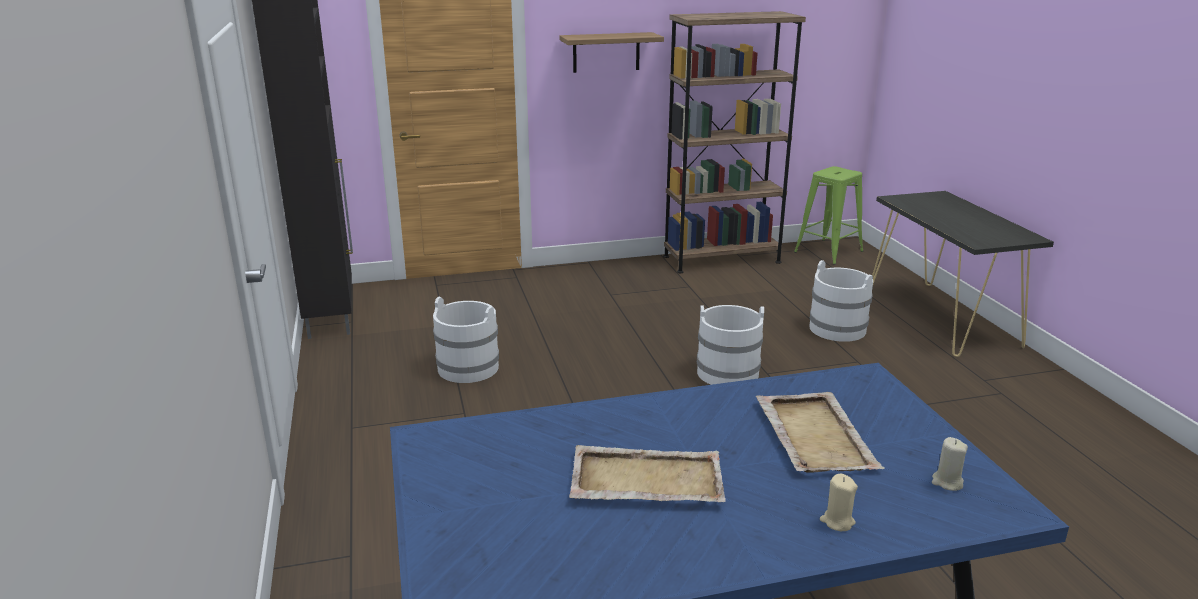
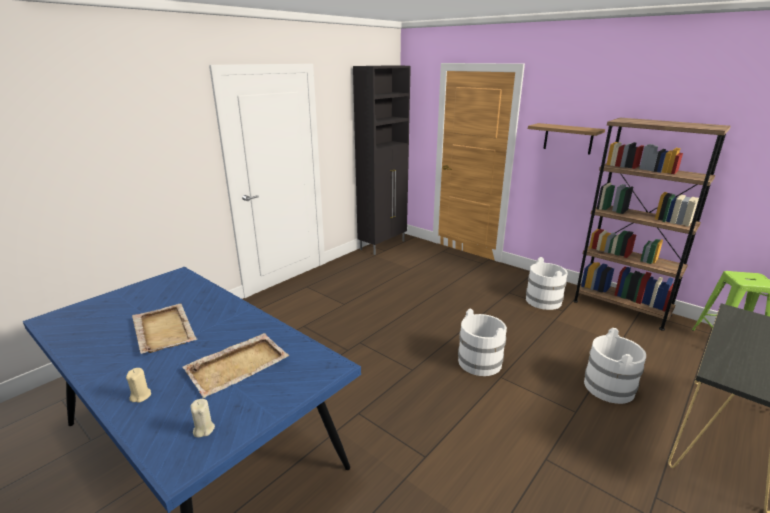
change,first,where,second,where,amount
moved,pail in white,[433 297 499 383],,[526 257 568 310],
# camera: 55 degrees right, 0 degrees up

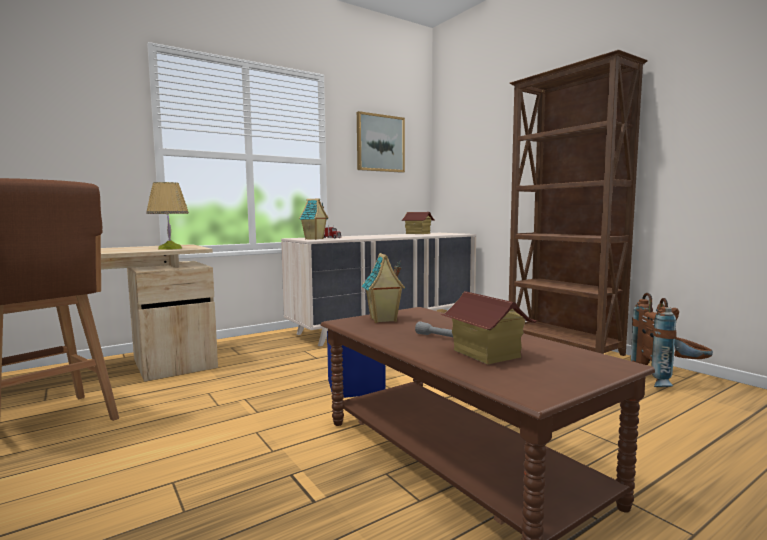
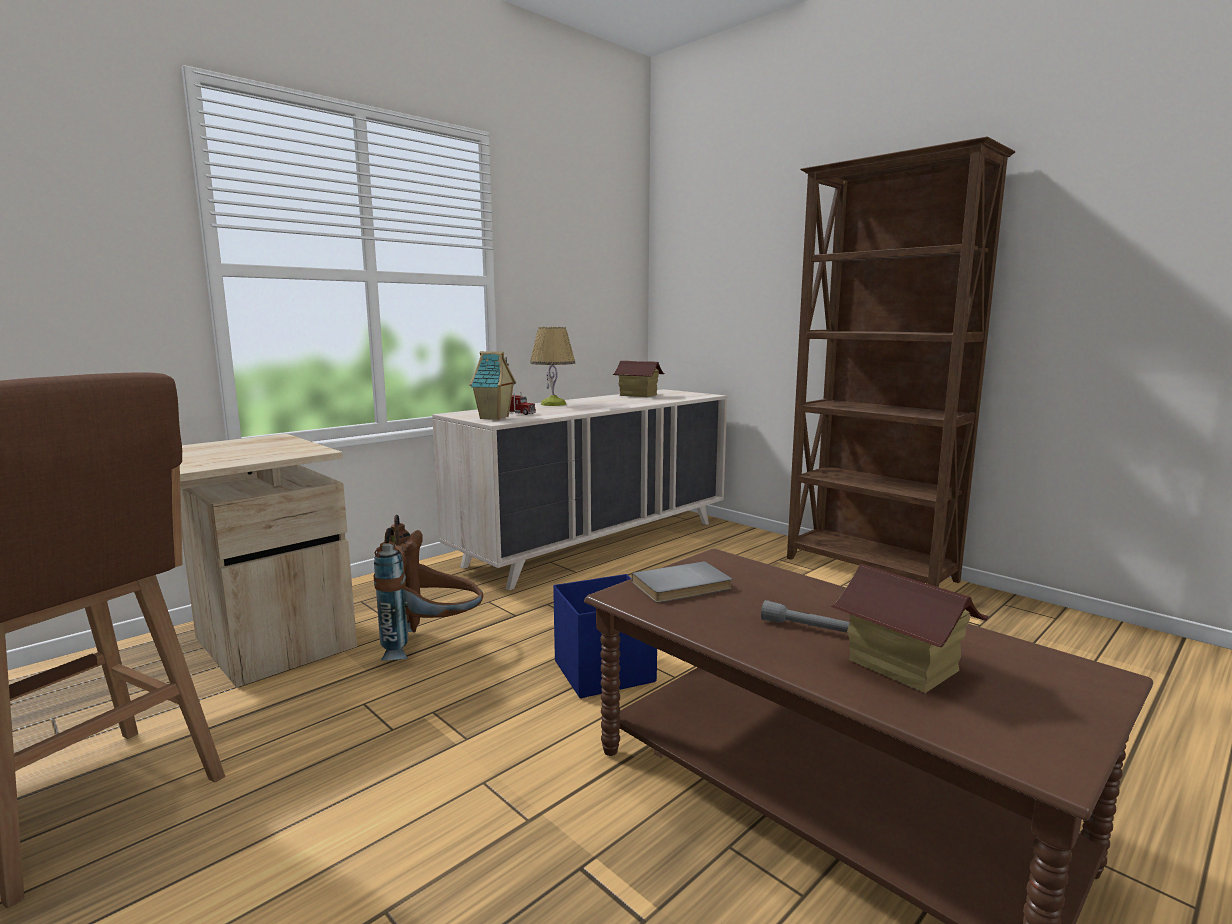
change,first,where,second,where,amount
moved,rucksack in brownish,[631 293 713 387],,[373 515 483 661],
moved,lamp for a table,[146 182 189 250],,[530 327 575 406],
replaced,toy house,[362 253 406 323],book in grey,[631 561 732 603],
removed,wall art,[357 111 405 173],,,
# camera: 10 degrees left, 5 degrees up

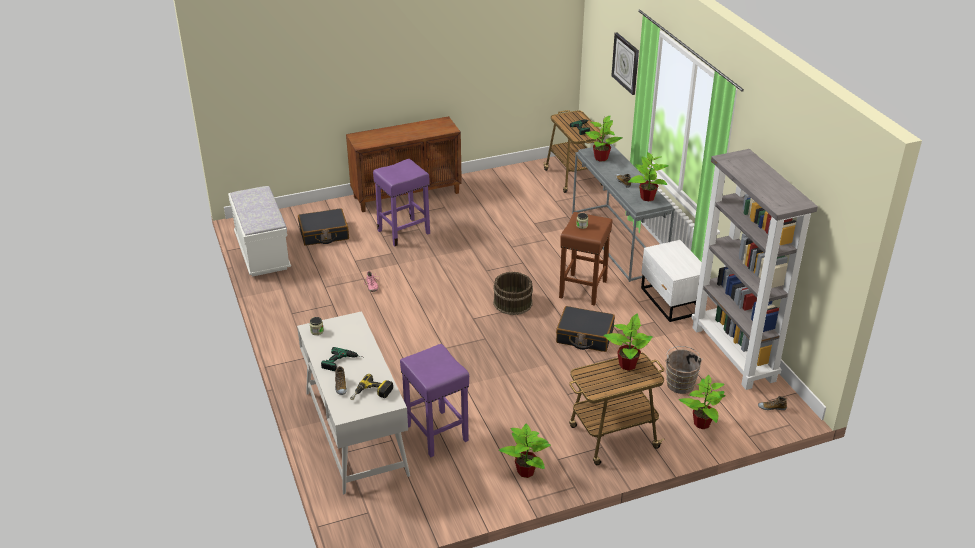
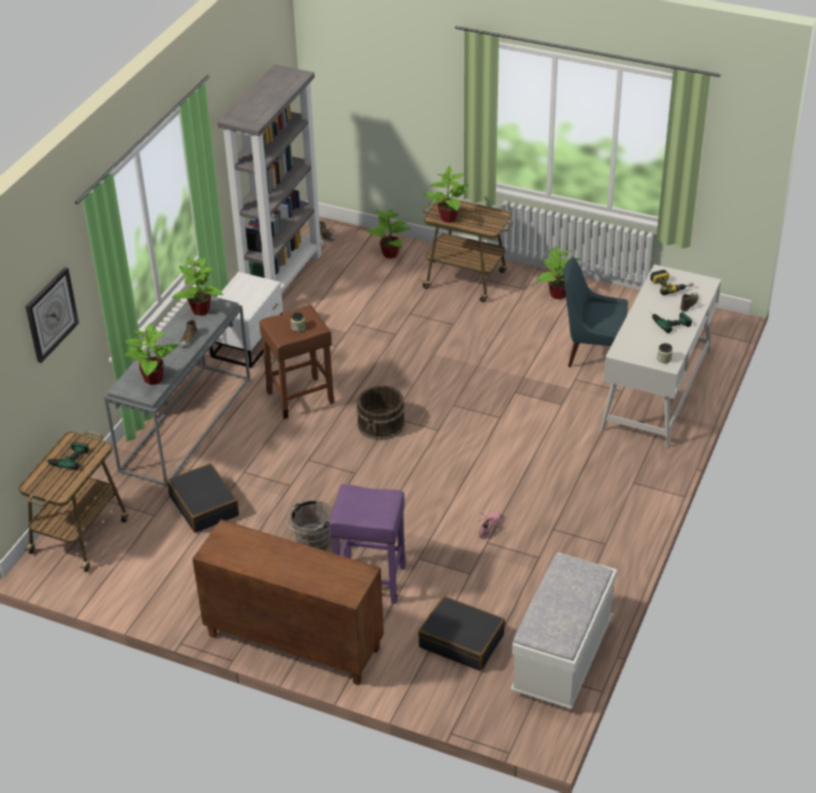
change,first,where,second,where,amount
moved,piece of luggage in black-coloured,[556 306 615 352],,[167 463 239 533],
moved,pail in brownish,[665 346 703 394],,[286 500 333 550],
replaced,stool seat in purplish,[400 344 469 457],plain chair in bluish,[563 257 628 367],
# camera: 135 degrees left, 5 degrees up

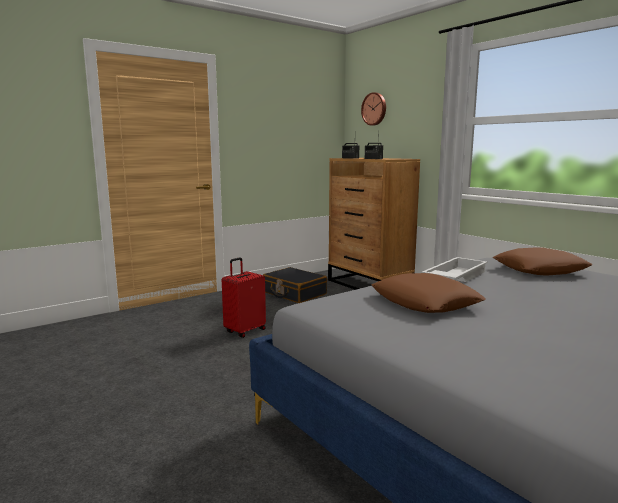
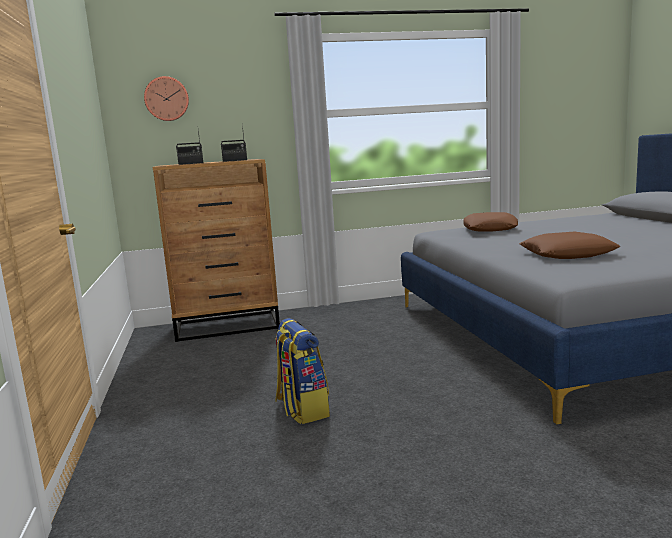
change,first,where,second,where,amount
replaced,piece of luggage in red-coloured,[222 257 266 338],rucksack,[275 318 330 424],
removed,piece of luggage in black-coloured,[263 267 327 303],,,
removed,serving tray in white,[422 257 488 282],,,
# camera: 65 degrees left, 0 degrees up

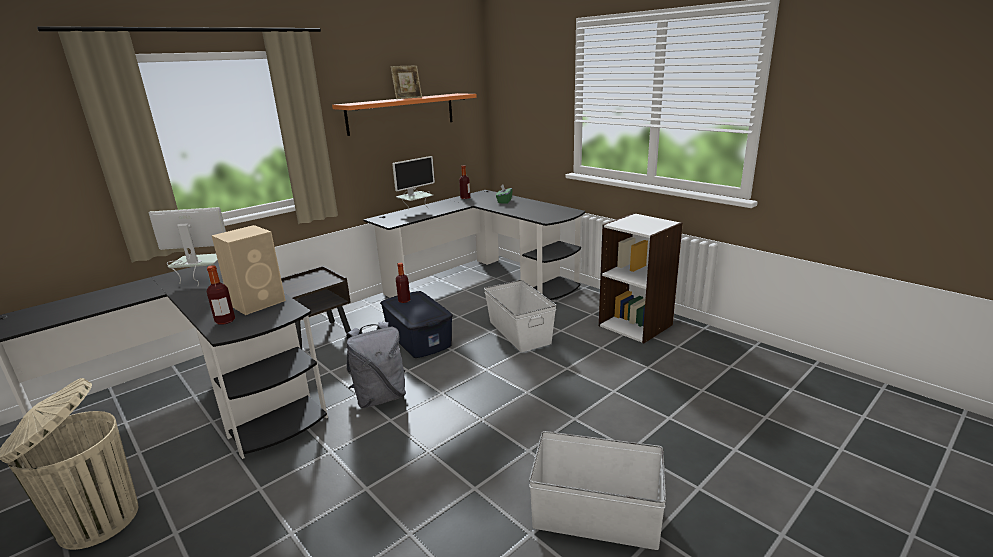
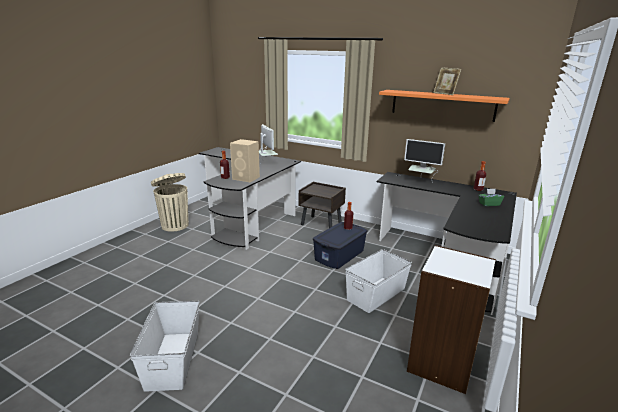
change,first,where,second,where,amount
removed,rucksack in grey,[346 322 406 408],,,
# camera: 70 degrees right, 0 degrees up

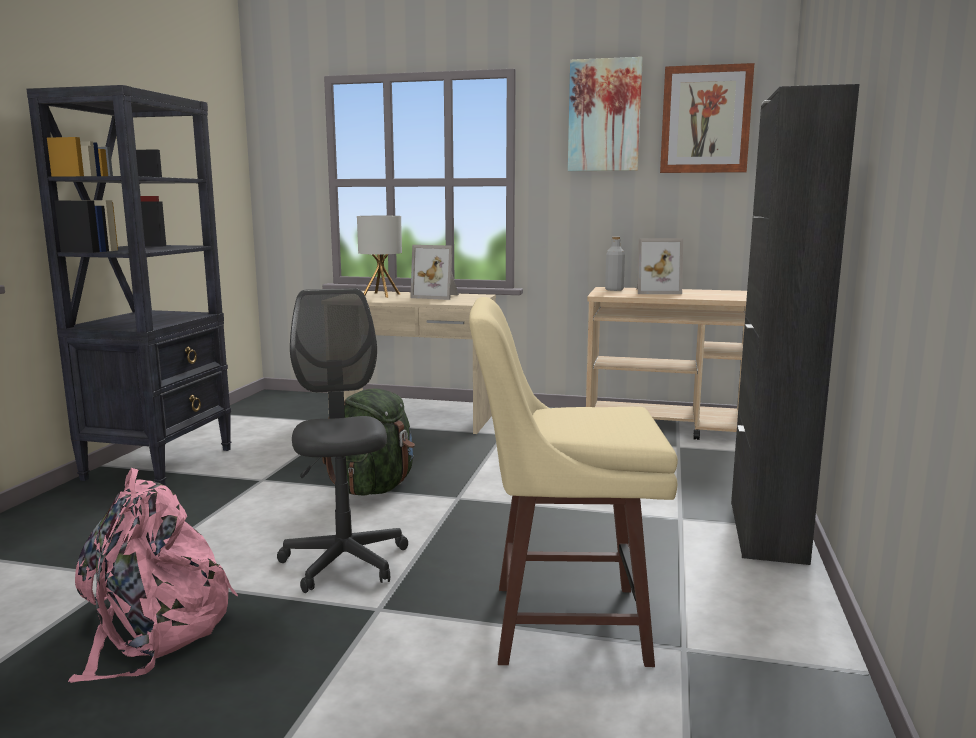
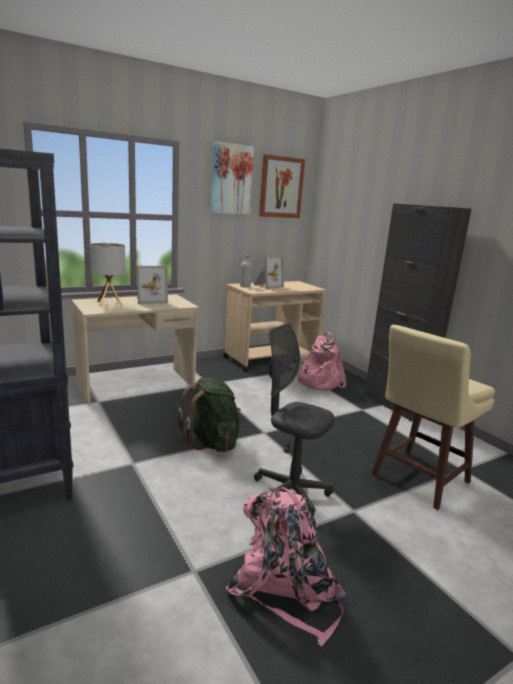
change,first,where,second,where,amount
added,,,rucksack in pink-coloured,[296 332 346 391],
# camera: 45 degrees left, 5 degrees up

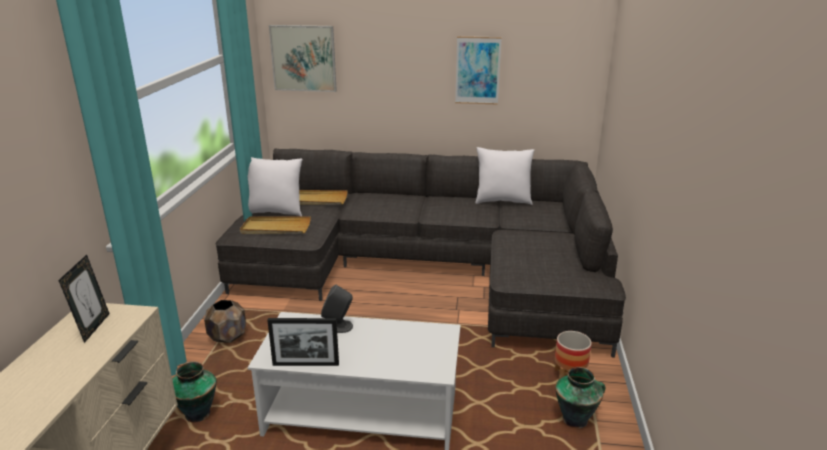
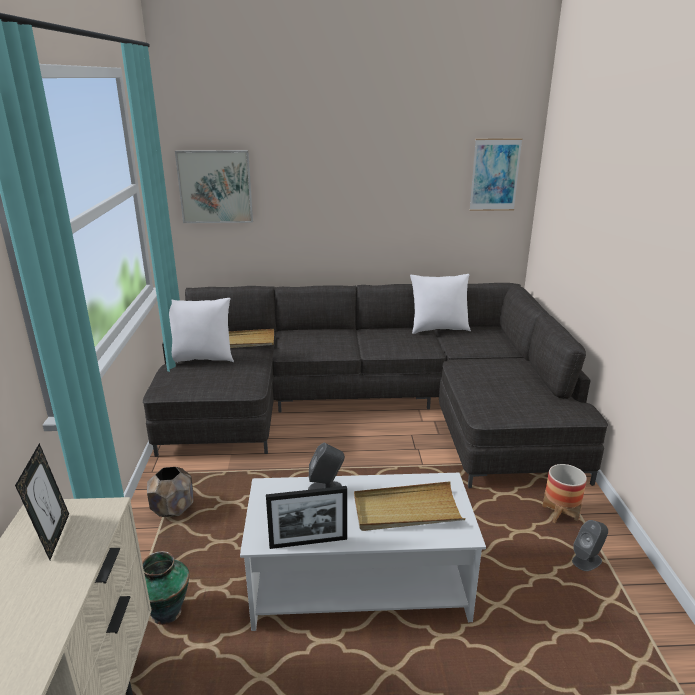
change,first,where,second,where,amount
moved,serving tray in beige-coloured,[240 216 311 234],,[354 481 466 531],
moved,wall art,[455 36 502 105],,[469 138 522 211],
replaced,decorative vase,[555 367 605 428],loudspeaker in grey,[572 520 608 571],
# camera: 10 degrees left, 0 degrees up

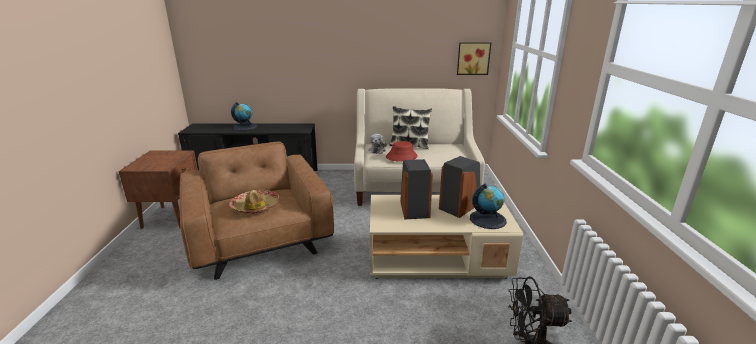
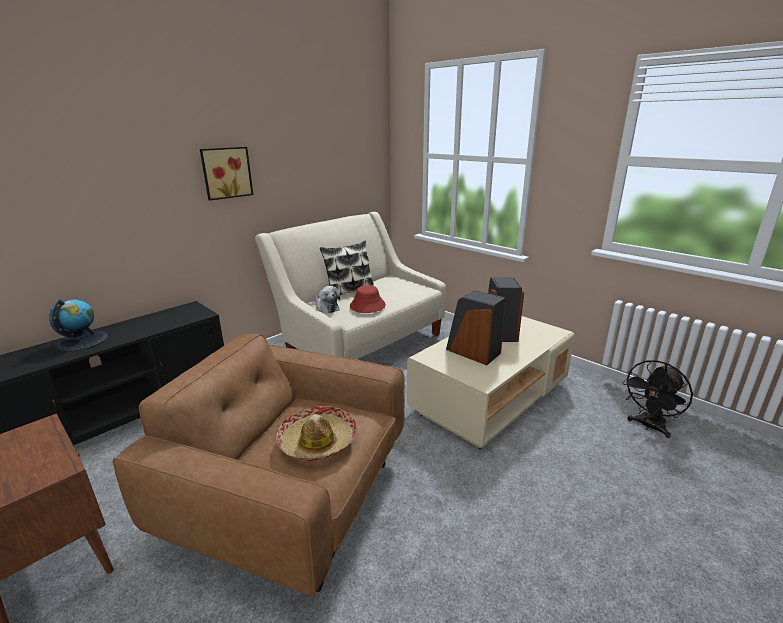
change,first,where,second,where,amount
moved,wall art,[457 42 491 75],,[200 147 253 201],
removed,desk globe,[470 183 507 229],,,
# camera: 45 degrees left, 0 degrees up

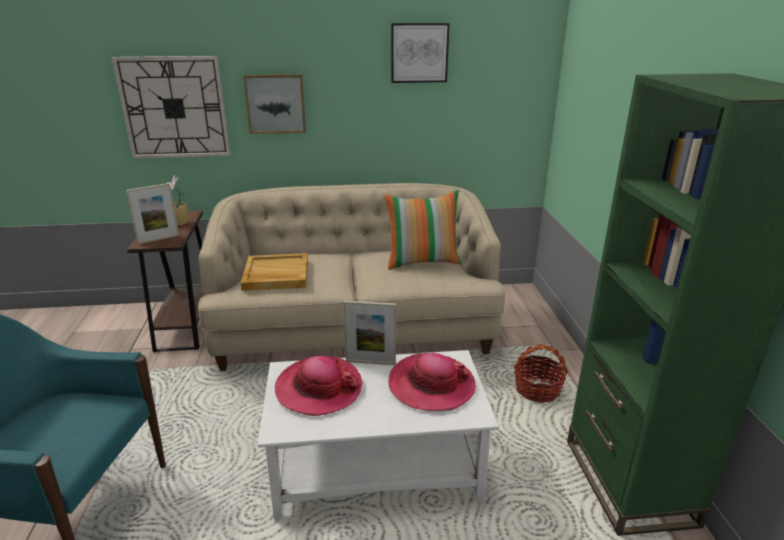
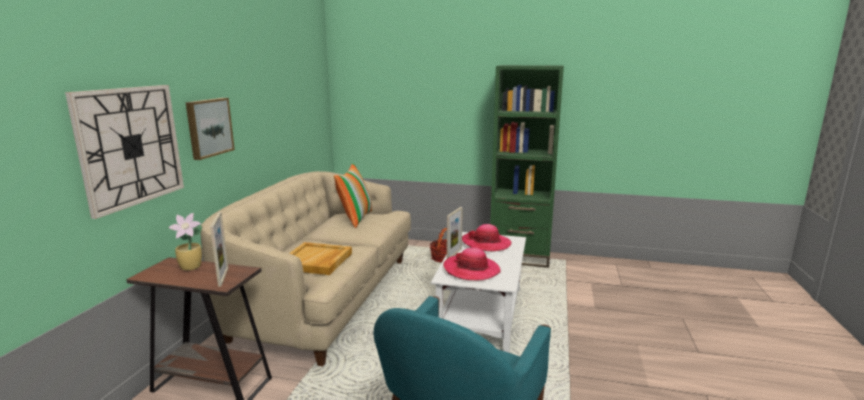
change,first,where,second,where,amount
removed,wall art,[391 23 449 83],,,
# camera: 70 degrees left, 10 degrees down

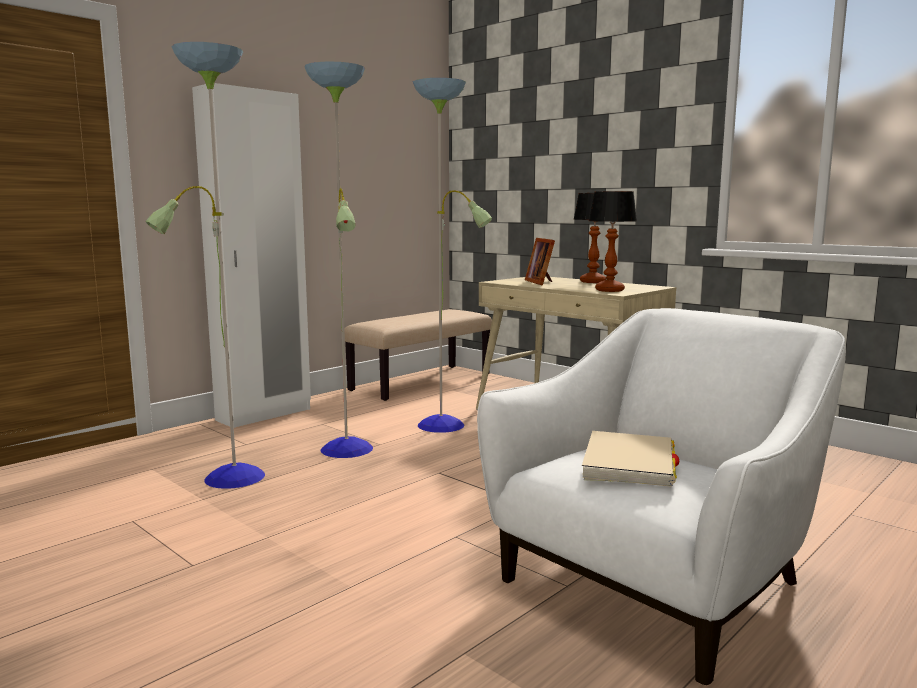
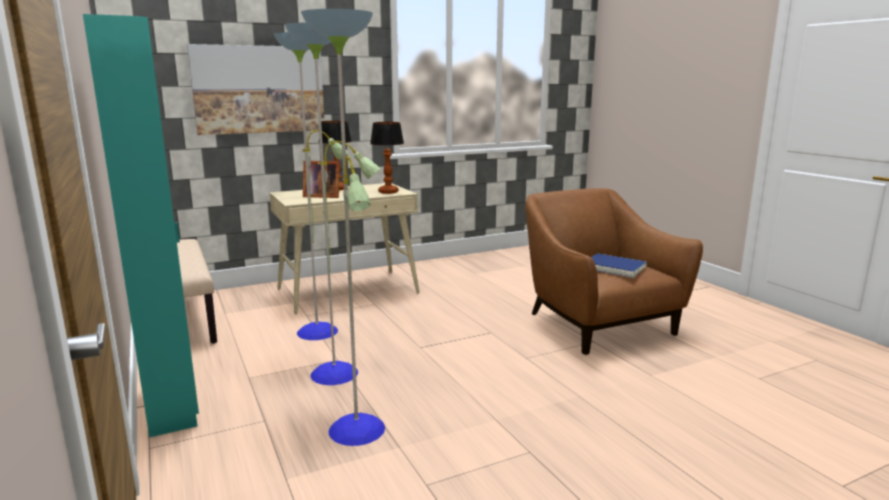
change,first,where,second,where,amount
recoloured,wardrobe in white,[192 83 311 428],wardrobe in turquoise,[83 14 199 437],
added,,,wall art,[187 44 324 135],
recoloured,lounge chair in white,[477 308 846 685],lounge chair in brownish,[525 188 703 355],
recoloured,book in beige-coloured,[582 431 679 487],book in bluish,[591 253 647 278],
# camera: 70 degrees left, 5 degrees up

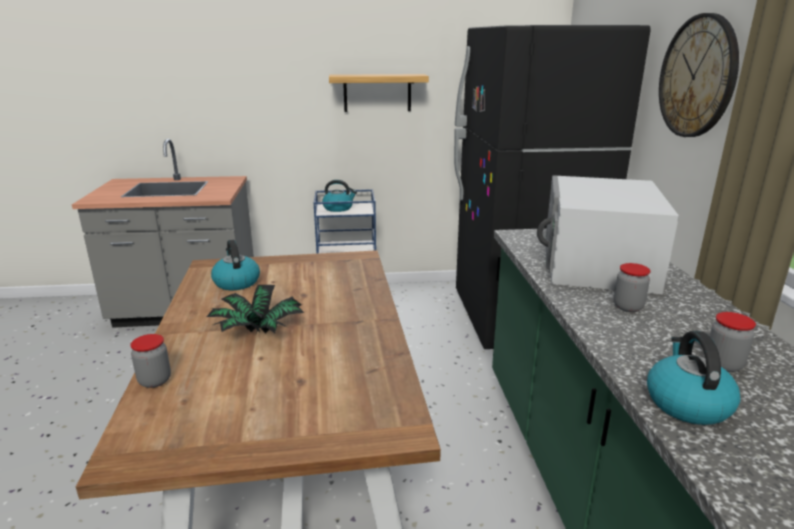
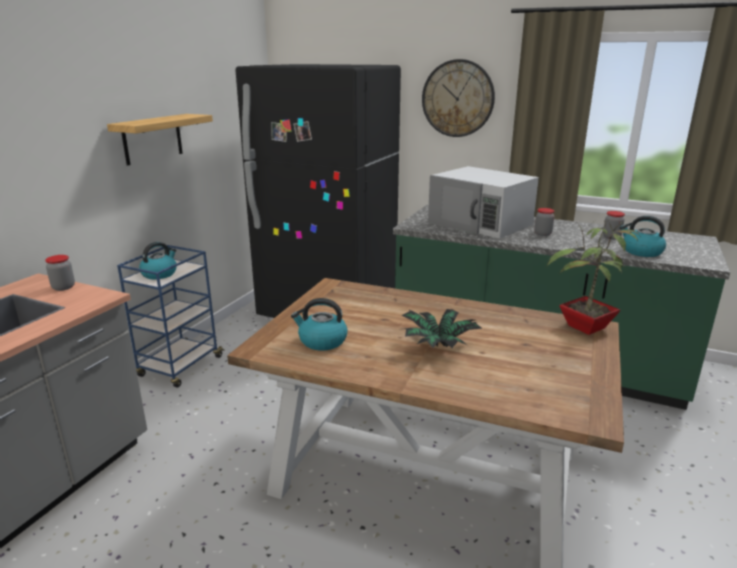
change,first,where,second,where,amount
moved,preserve jar,[130 334 171 388],,[45 255 75 291],
added,,,potted plant,[547 220 641 335],
# camera: 60 degrees left, 0 degrees up

